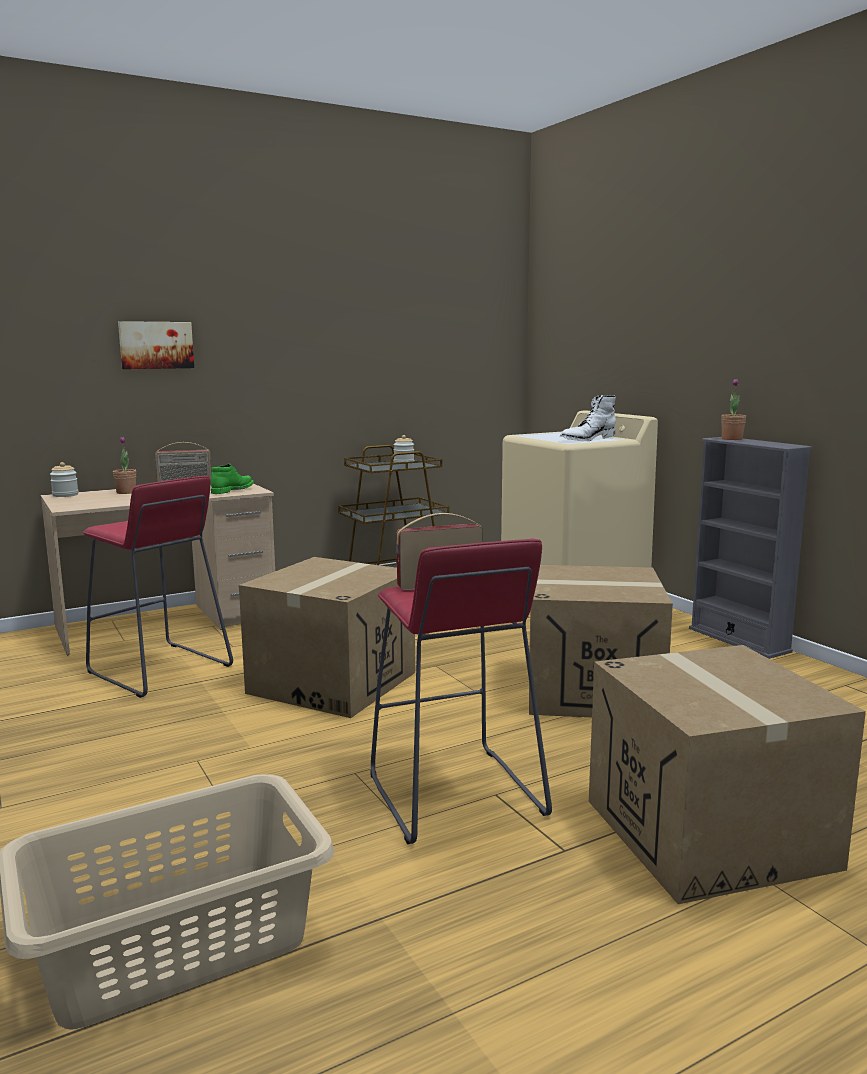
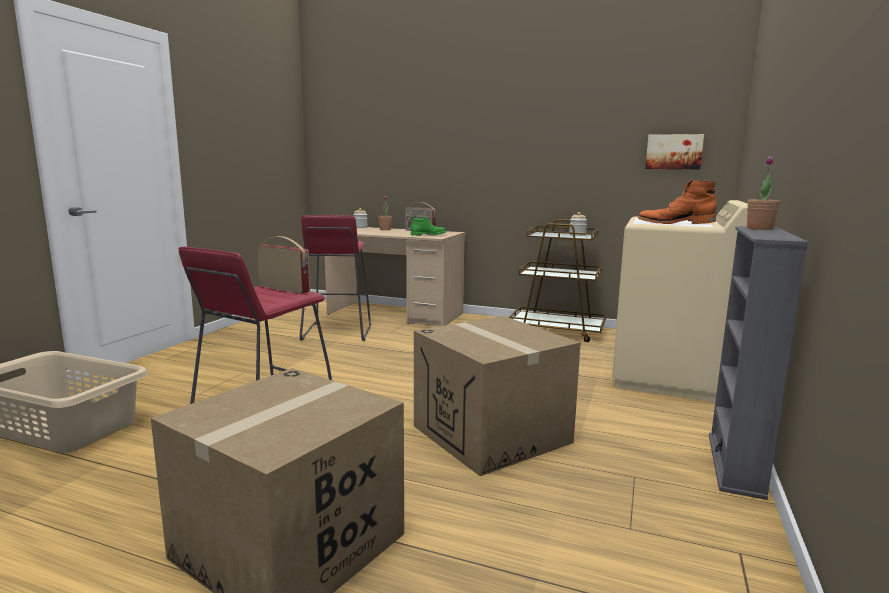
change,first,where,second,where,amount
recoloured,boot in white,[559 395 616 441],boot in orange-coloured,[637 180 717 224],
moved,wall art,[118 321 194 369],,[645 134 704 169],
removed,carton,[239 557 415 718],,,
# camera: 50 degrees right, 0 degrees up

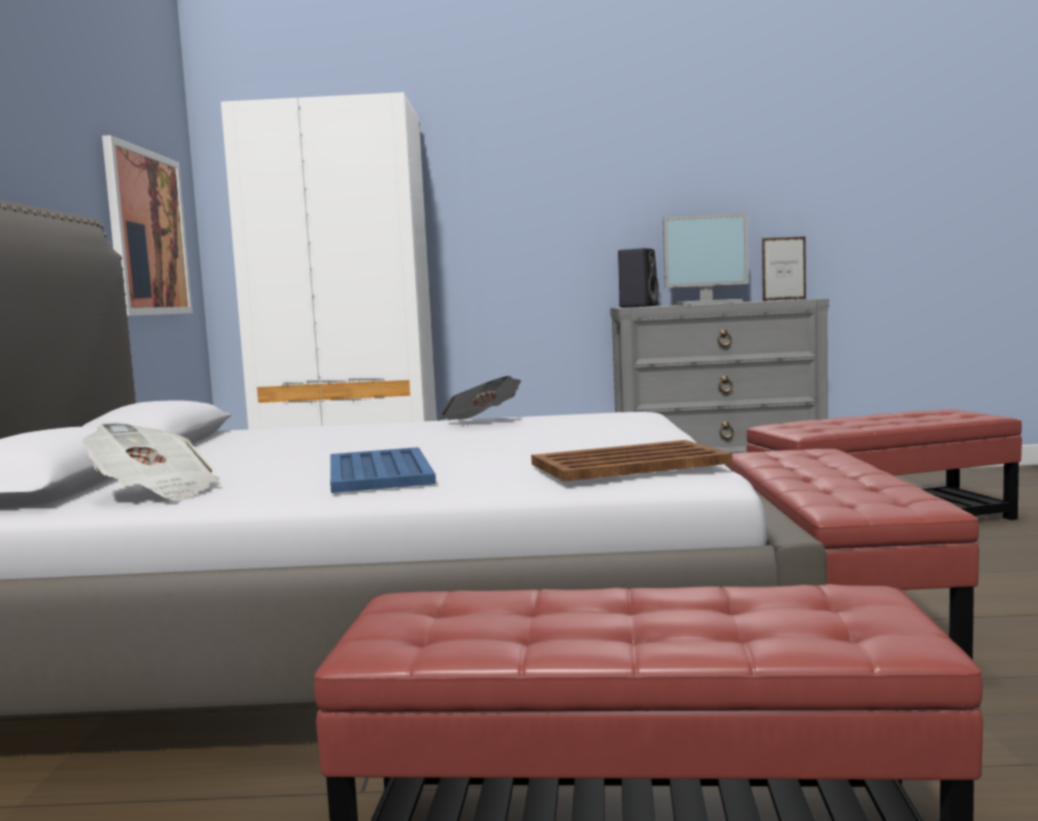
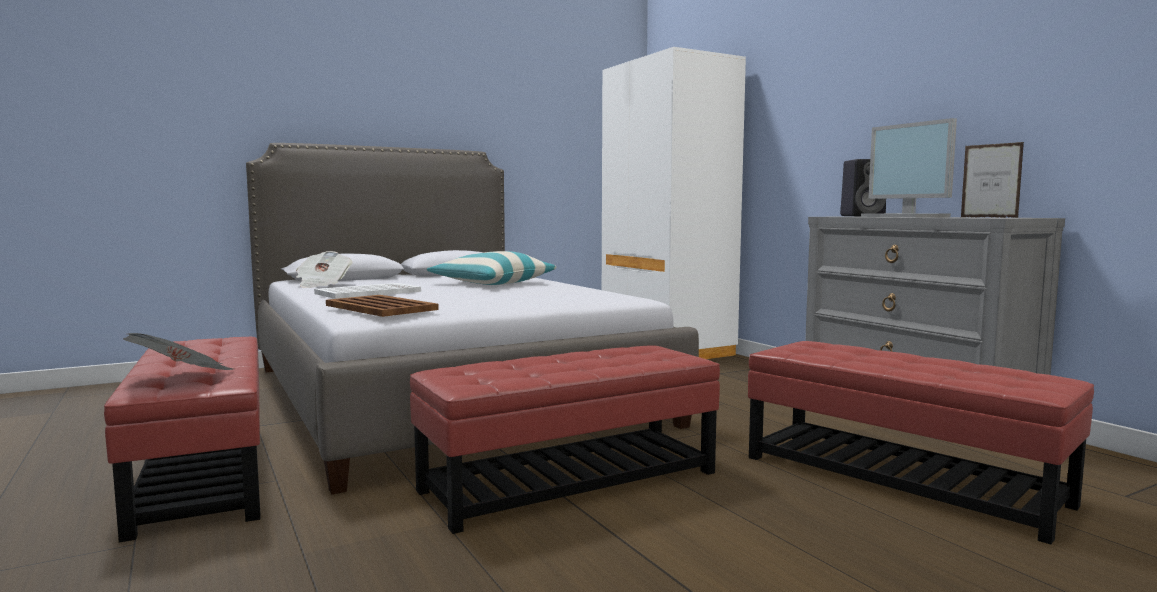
change,first,where,second,where,amount
moved,newspaper,[439 376 521 420],,[123 333 233 370],
recoloured,serving tray in bluish,[330 447 436 493],serving tray in white,[314 283 421 299],
added,,,pillow,[427 251 556 285],
removed,wall art,[102 135 193 316],,,
# camera: 60 degrees right, 0 degrees up

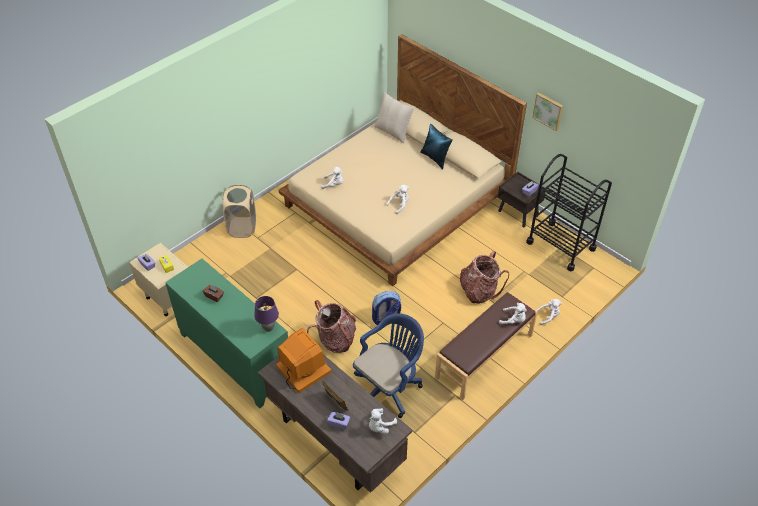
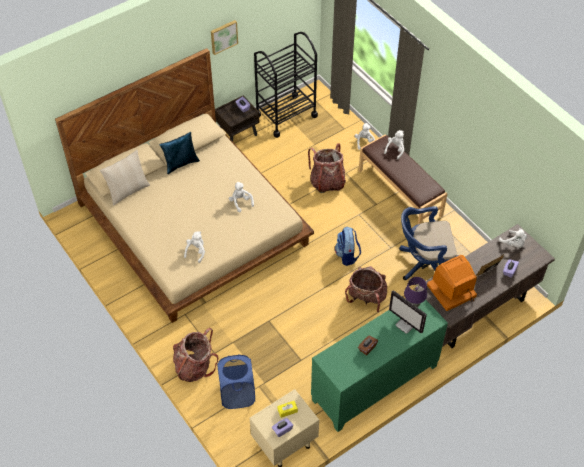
change,first,where,second,where,amount
replaced,hamper in beige-coloured,[223 185 256 238],rucksack,[173 328 218 382],
added,,,hamper in bluish,[217 354 255 409],
added,,,computer screen,[389 290 427 333],
turned,desk chair in bluish,[353 313 424 418],,[399 206 459 280],60 degrees counterclockwise
# camera: 80 degrees left, 5 degrees up

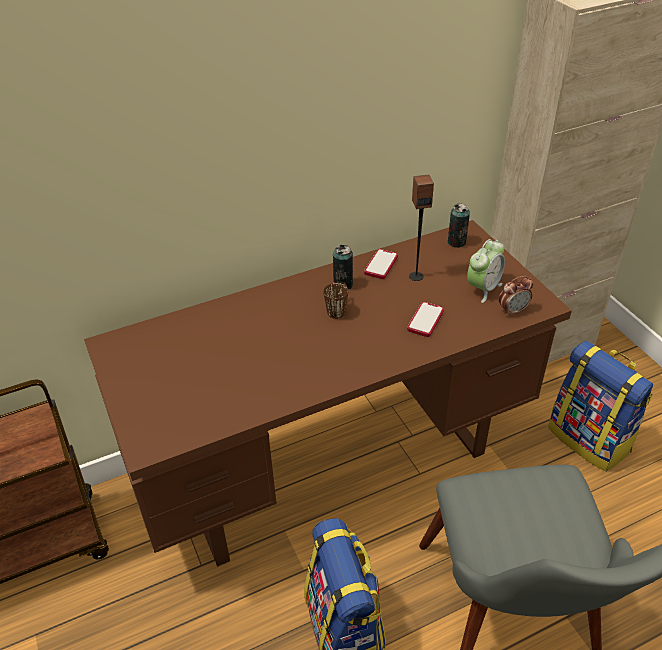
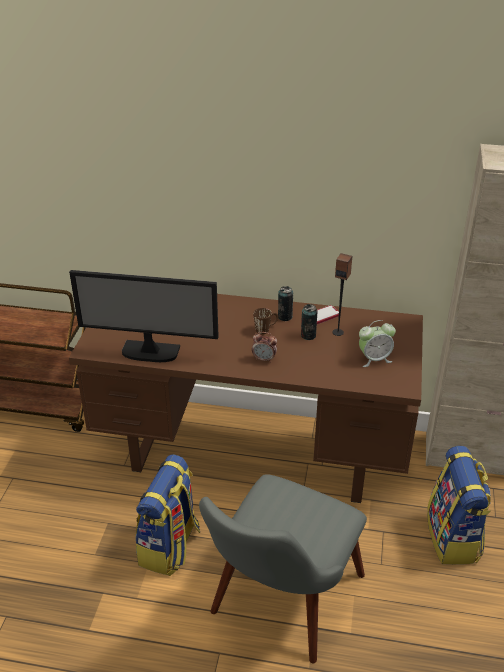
change,first,where,second,where,amount
added,,,computer screen,[69 270 219 362],
moved,table clock,[499 276 533 316],,[252 332 277 363],
moved,sealed can,[447 203 470 248],,[301 304 317 340],
removed,handset,[407 302 444 337],,,
# camera: 35 degrees right, 5 degrees down

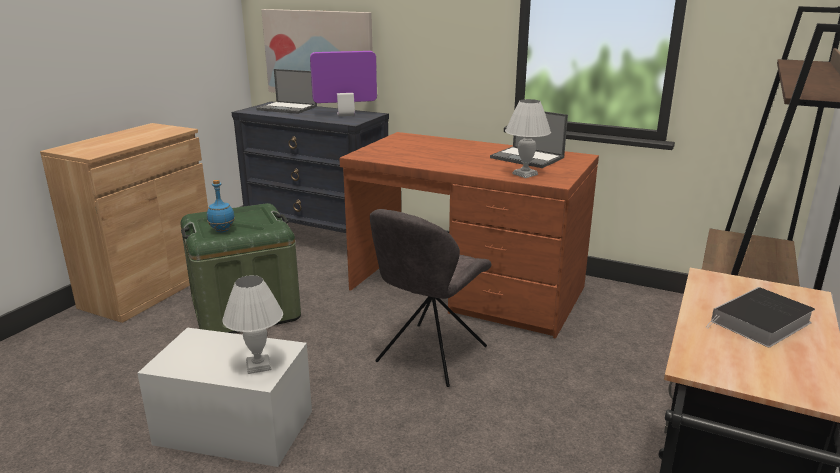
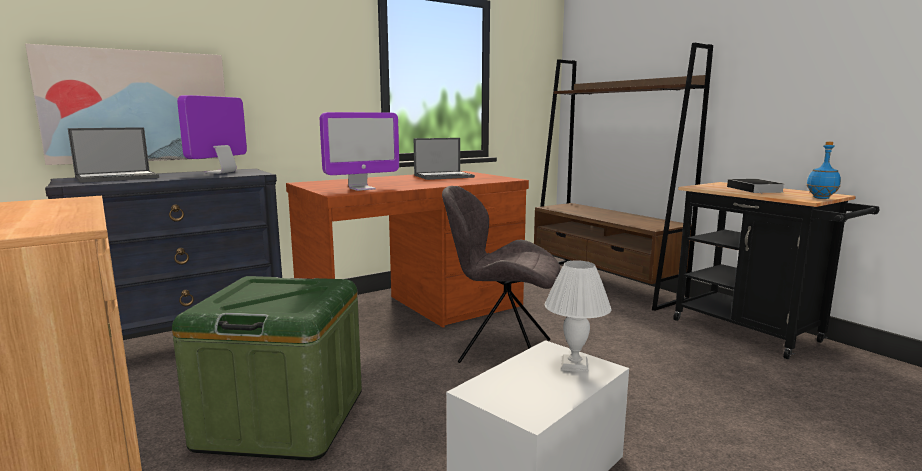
change,first,where,second,where,amount
added,,,computer screen,[320 112 399 191],
turned,plain chair in grey,[370 209 491 387],,[442 186 560 363],135 degrees clockwise
moved,beverage bottle in bluish,[207 180 235 233],,[806 142 841 199],
removed,lamp for a table in white,[505 99 551 178],,,
# camera: 60 degrees left, 10 degrees down

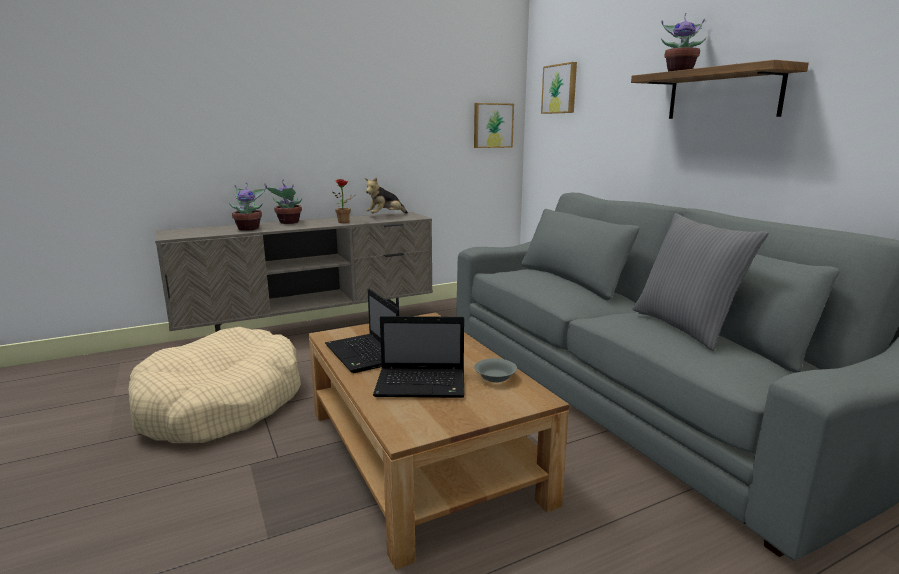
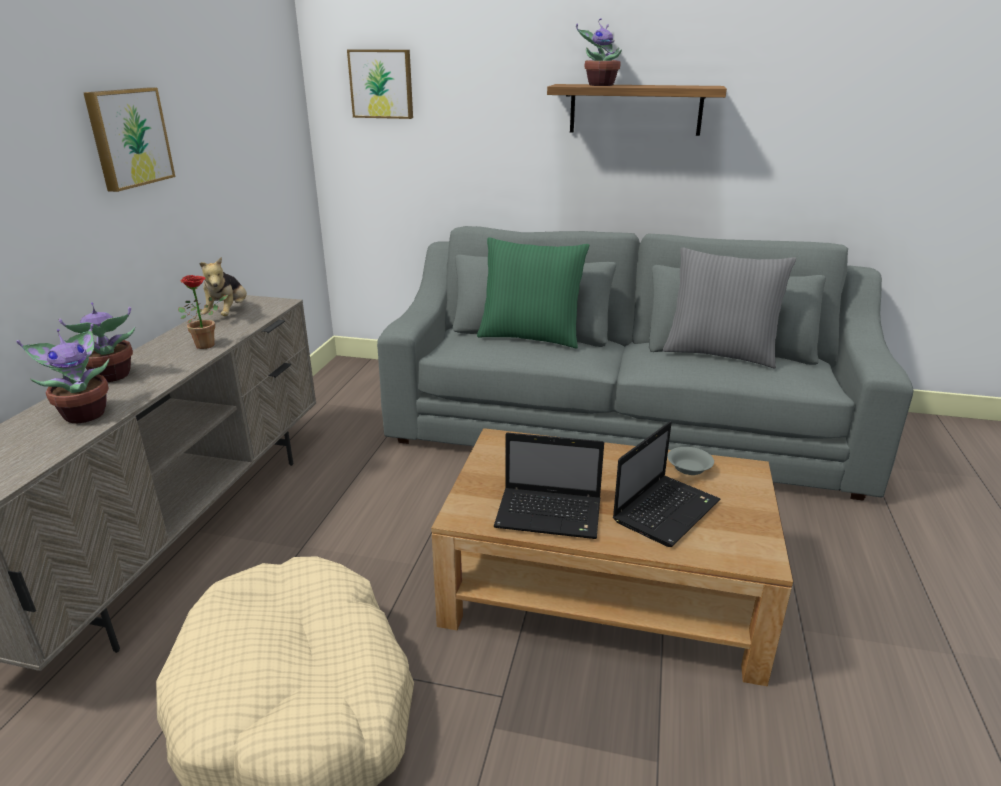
change,first,where,second,where,amount
moved,wall art,[474 103 514 148],,[84 88 175 192],
added,,,pillow in greenish,[477 237 589 348],
# camera: 50 degrees left, 10 degrees up

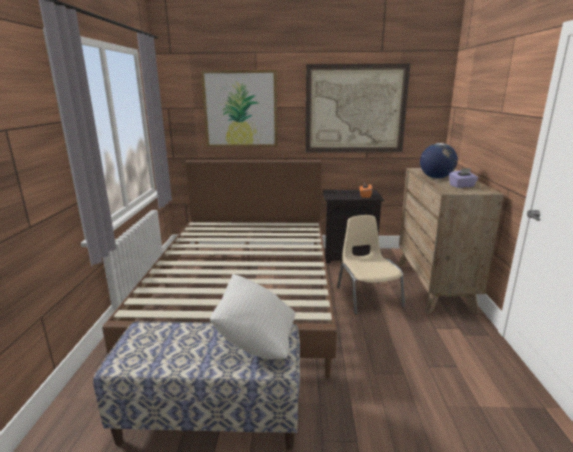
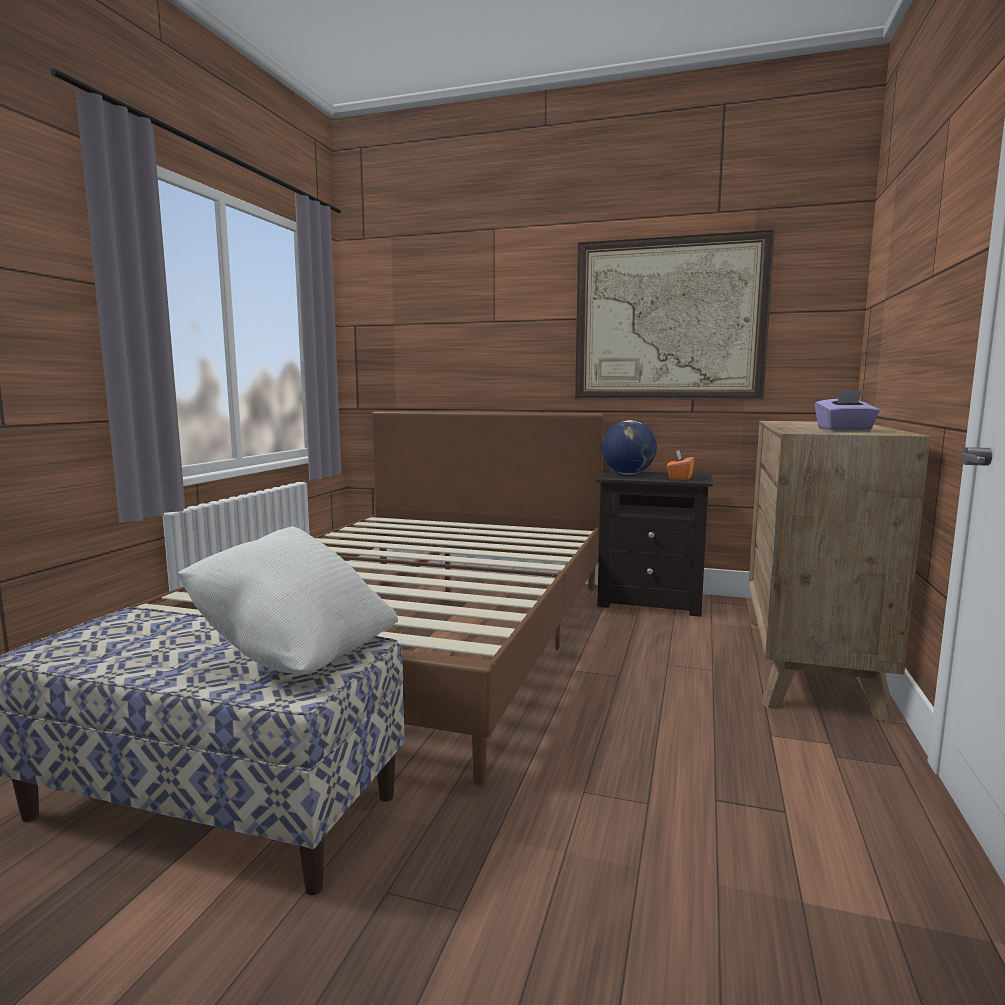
change,first,where,second,where,amount
moved,desk globe,[420 143 458 179],,[602 420 657 474],
removed,wall art,[201 70 278 147],,,
removed,plain chair in beige-coloured,[337 215 405 314],,,
# camera: 15 degrees right, 10 degrees down

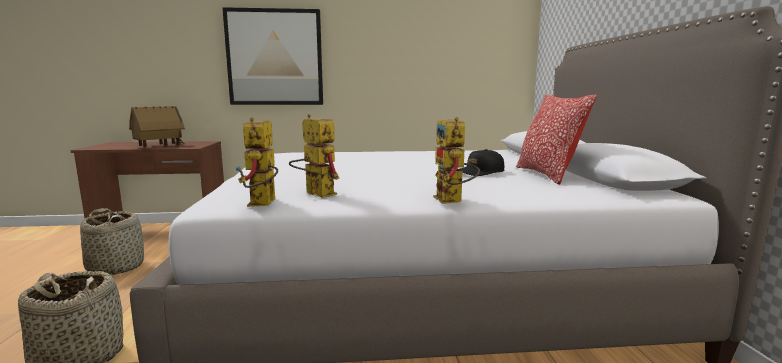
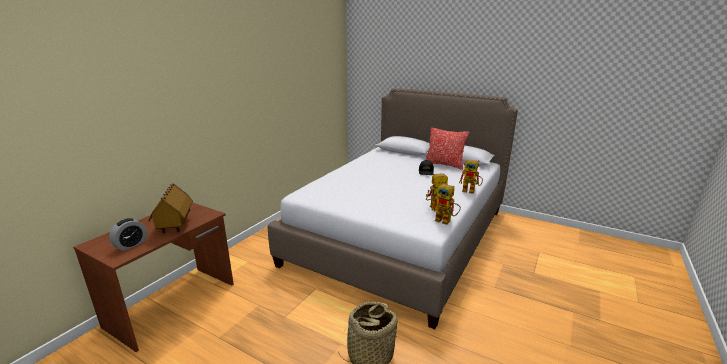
change,first,where,second,where,amount
added,,,table clock,[109 218 147 251],
removed,basket,[80 208 144 275],,,
removed,wall art,[222 7 323 105],,,
# camera: 55 degrees left, 10 degrees up

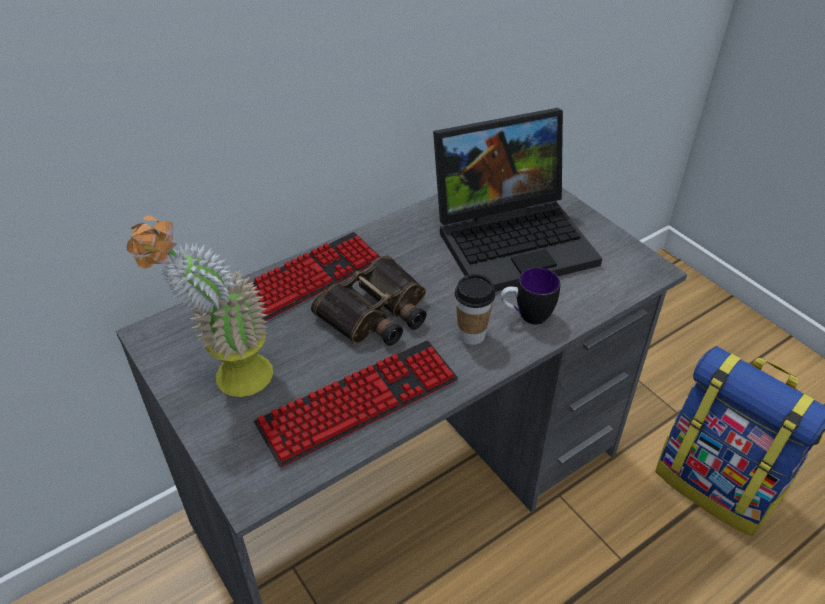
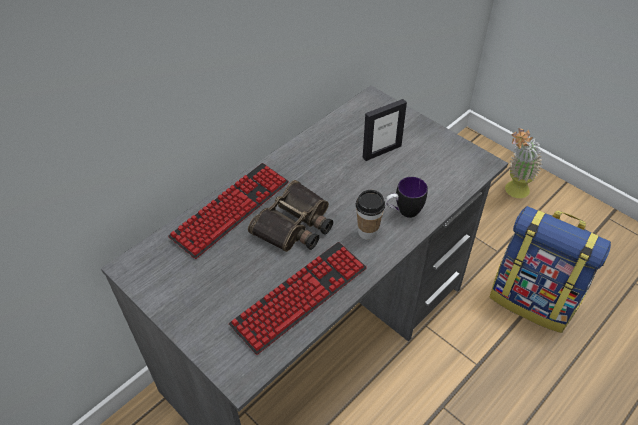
change,first,where,second,where,amount
replaced,notebook computer,[433 108 602 292],photo frame,[363 99 407 161],
moved,potted plant,[127 216 273 397],,[505 128 543 198],
# camera: 10 degrees left, 5 degrees up

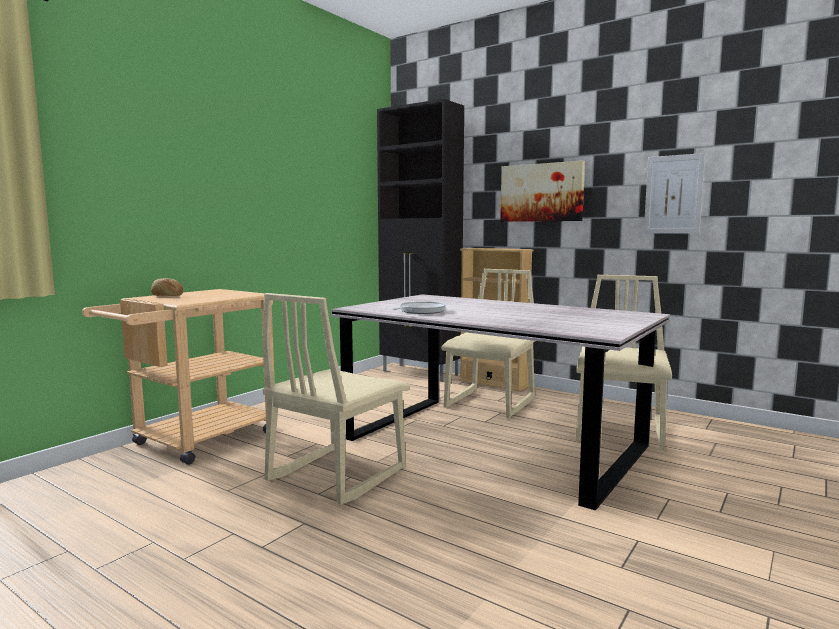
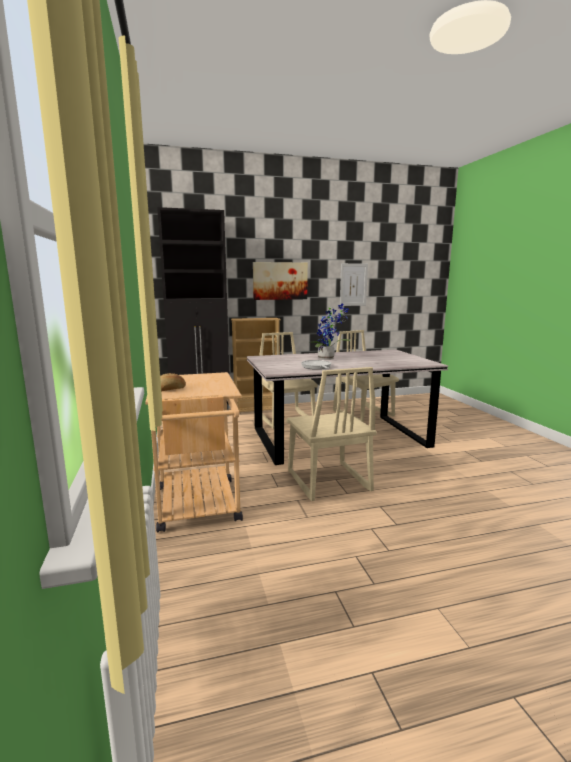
change,first,where,second,where,amount
added,,,potted plant,[309 304 351 360],
# camera: 50 degrees left, 5 degrees up

